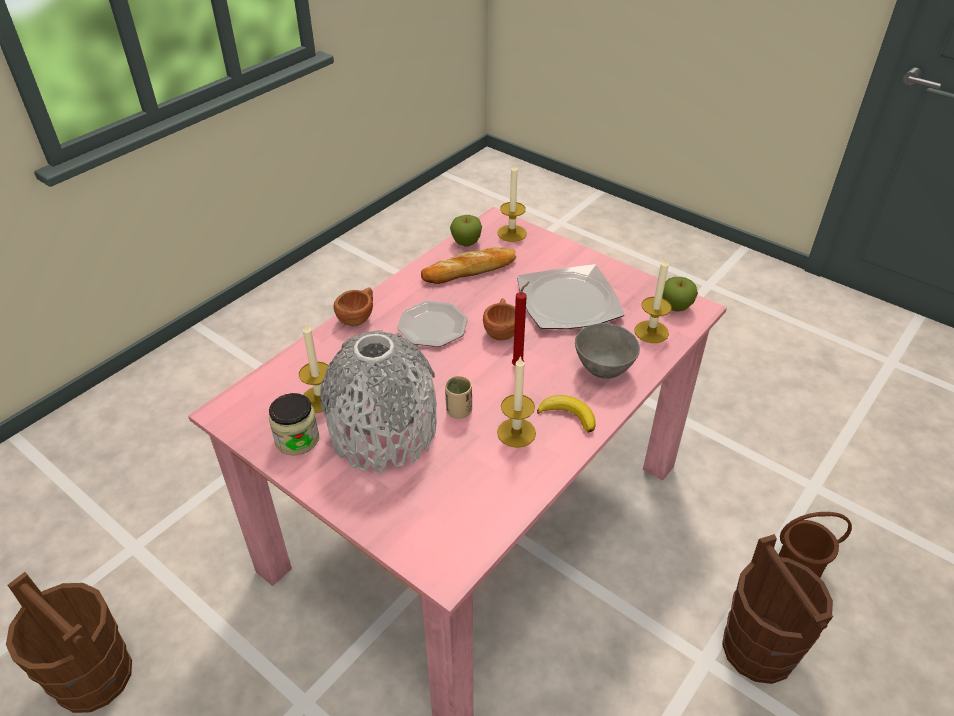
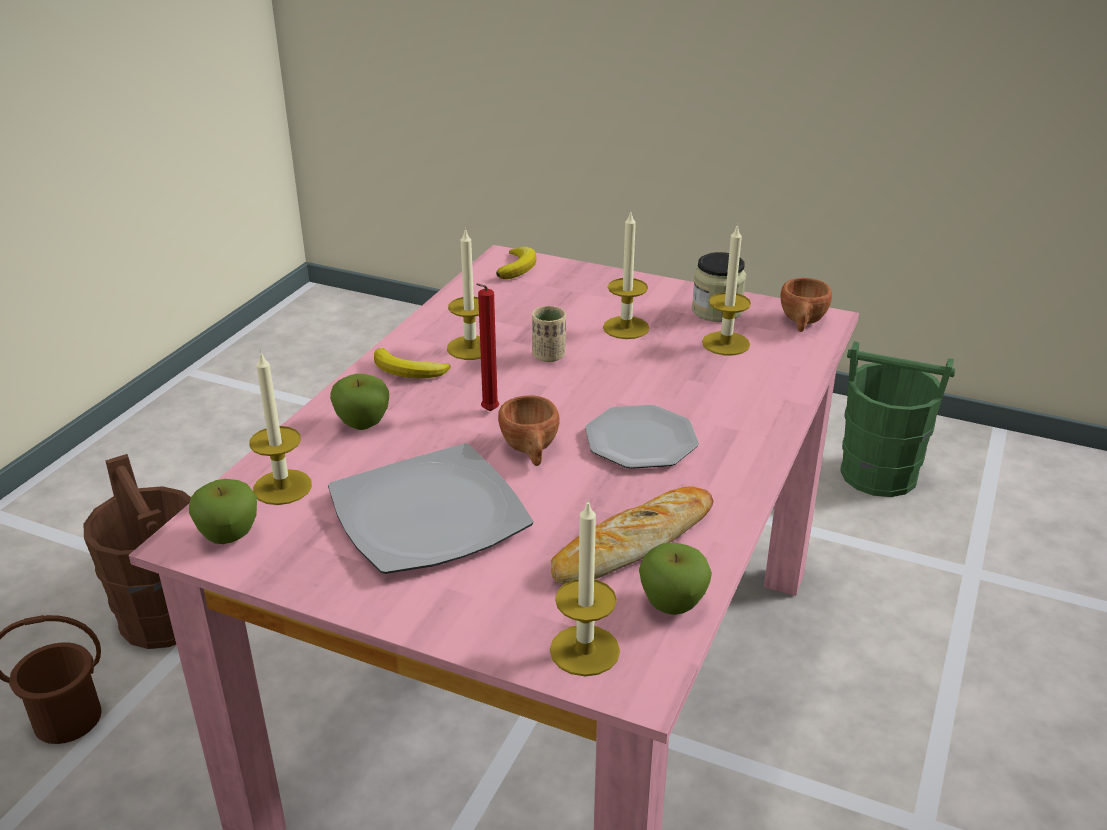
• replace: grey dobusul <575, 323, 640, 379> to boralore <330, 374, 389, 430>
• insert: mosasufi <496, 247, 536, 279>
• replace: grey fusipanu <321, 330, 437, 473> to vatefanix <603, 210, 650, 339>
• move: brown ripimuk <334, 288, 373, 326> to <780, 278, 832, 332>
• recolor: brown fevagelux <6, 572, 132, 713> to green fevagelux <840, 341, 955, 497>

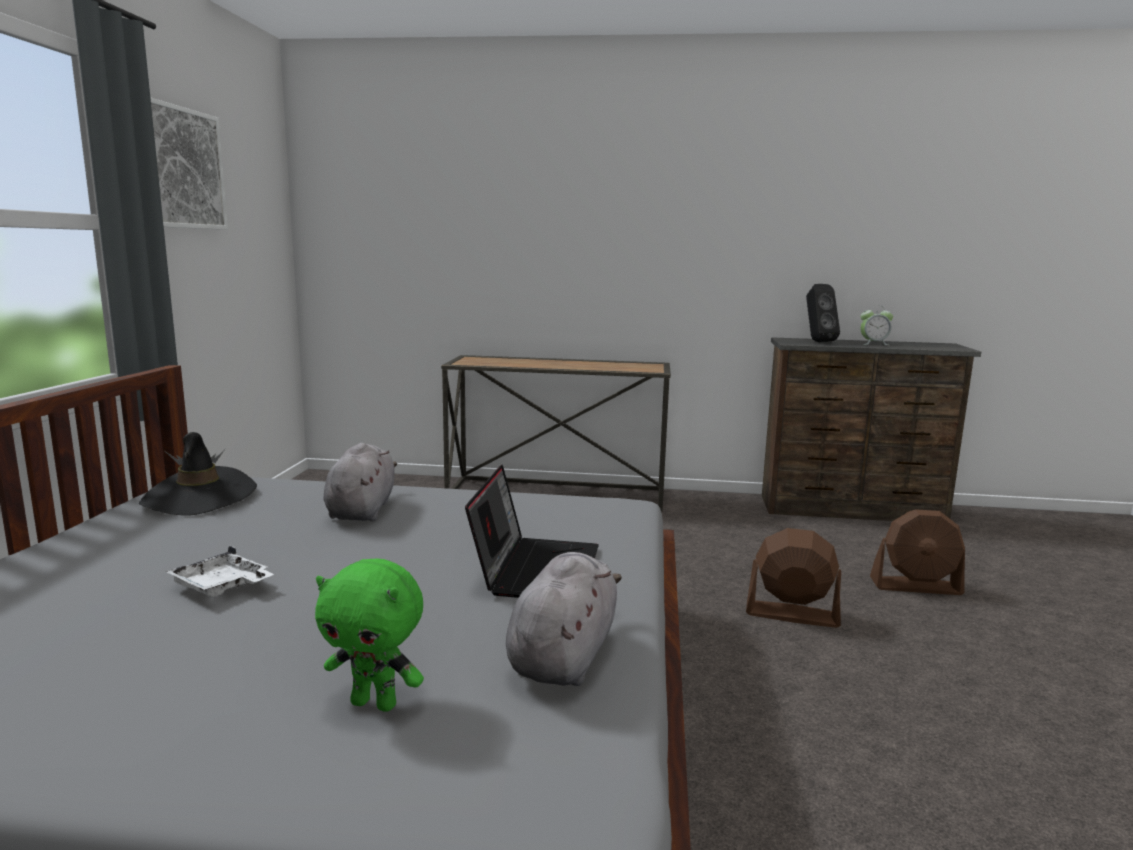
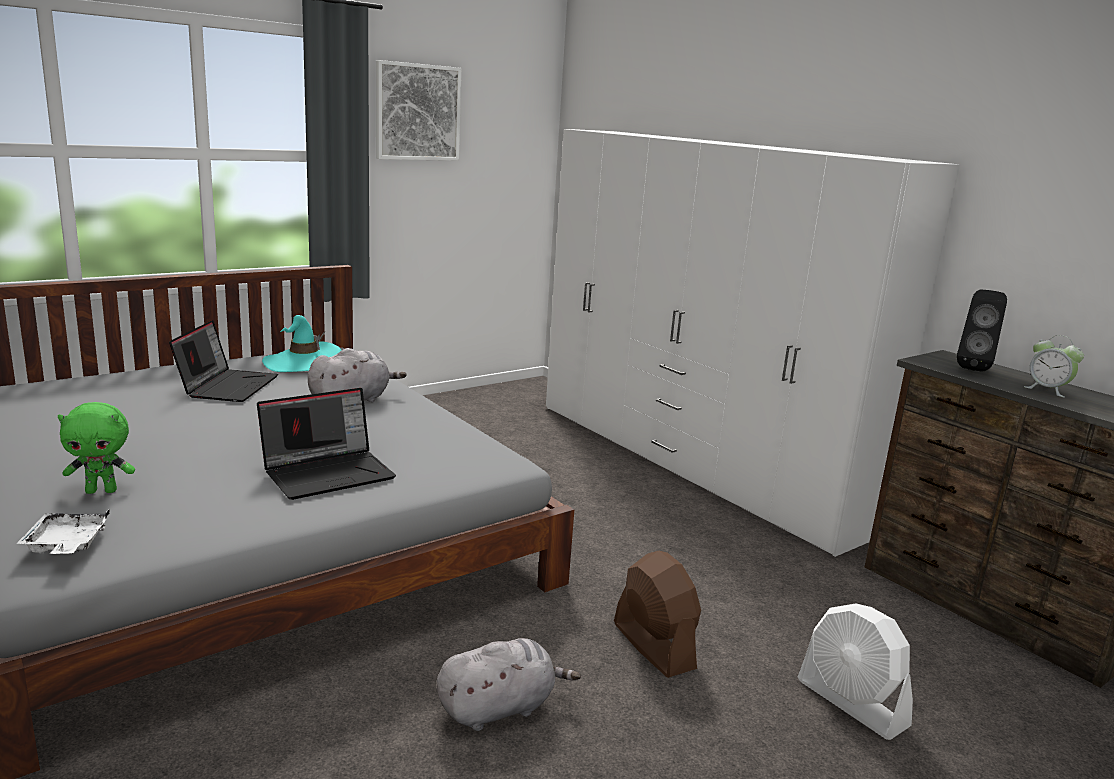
• move: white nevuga <166, 546, 274, 598> to <16, 509, 110, 554>
• rotate: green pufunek <315, 559, 424, 712> = <58, 402, 135, 494> 75 degrees counterclockwise
• insert: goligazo <169, 320, 278, 402>
• recolor: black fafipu <139, 432, 257, 516> to turquoise fafipu <262, 315, 342, 372>
• move: grey pufunek <506, 552, 622, 686> to <437, 638, 581, 731>
• replace: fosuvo <441, 355, 671, 512> to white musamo <546, 129, 960, 557>
• recolor: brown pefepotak <870, 509, 965, 595> to white pefepotak <798, 603, 913, 740>

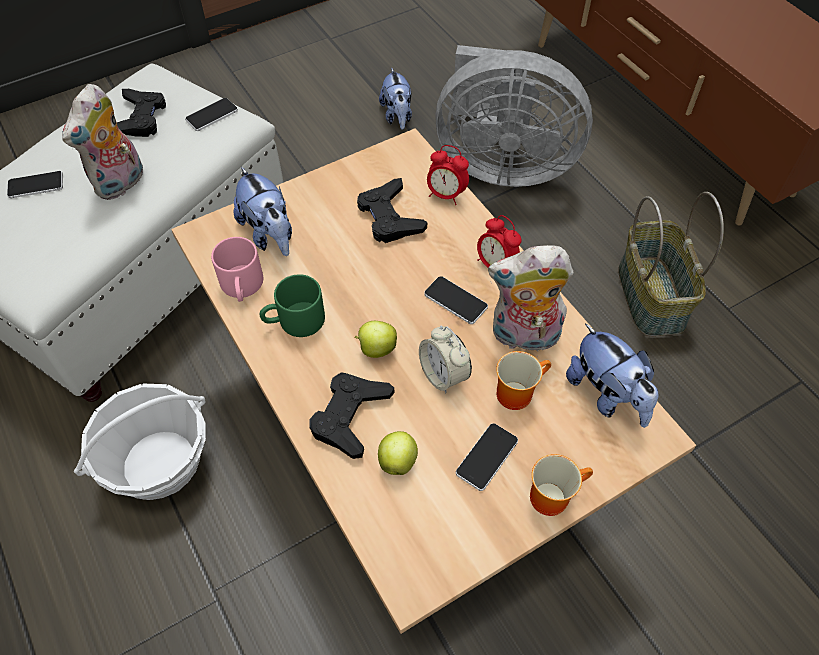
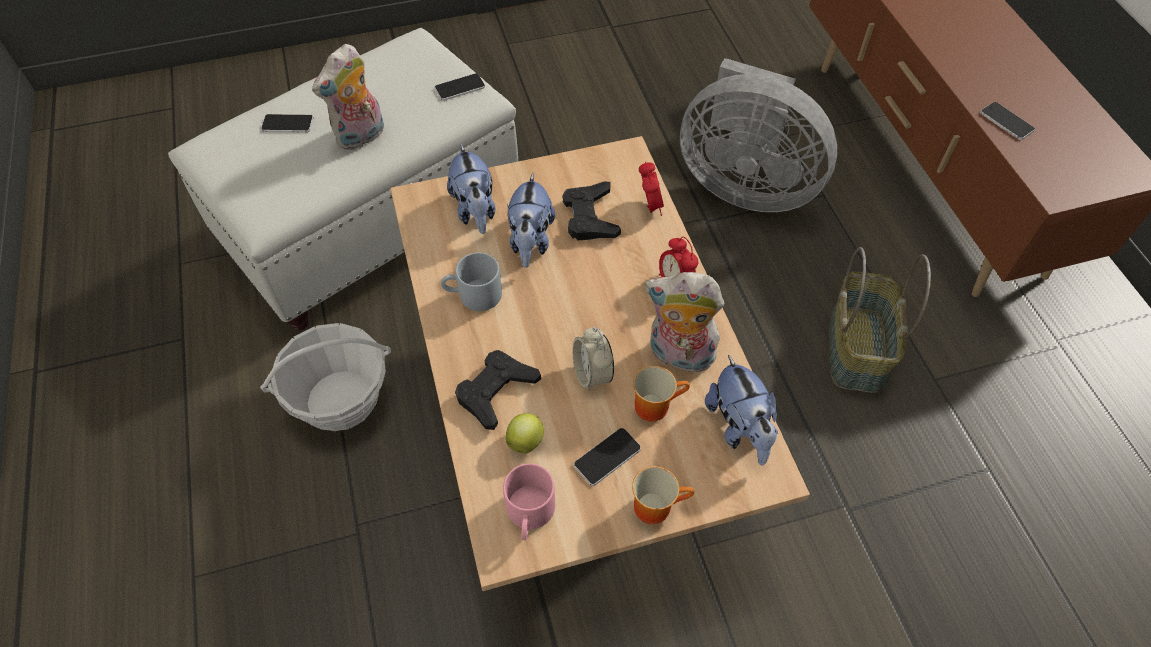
• recolor: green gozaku <260, 274, 325, 337> to grey gozaku <441, 252, 502, 311>
• move: pink gozaku <211, 237, 263, 302> to <503, 463, 555, 540>
• move: pufunek <379, 68, 412, 130> to <508, 173, 555, 268>
• rotate: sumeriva <427, 145, 469, 205> = <639, 162, 664, 216> 135 degrees counterclockwise
• move: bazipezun <424, 276, 488, 324> to <980, 102, 1035, 140>
• delete: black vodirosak <117, 89, 166, 137>
• delete: boralore <354, 321, 397, 358>

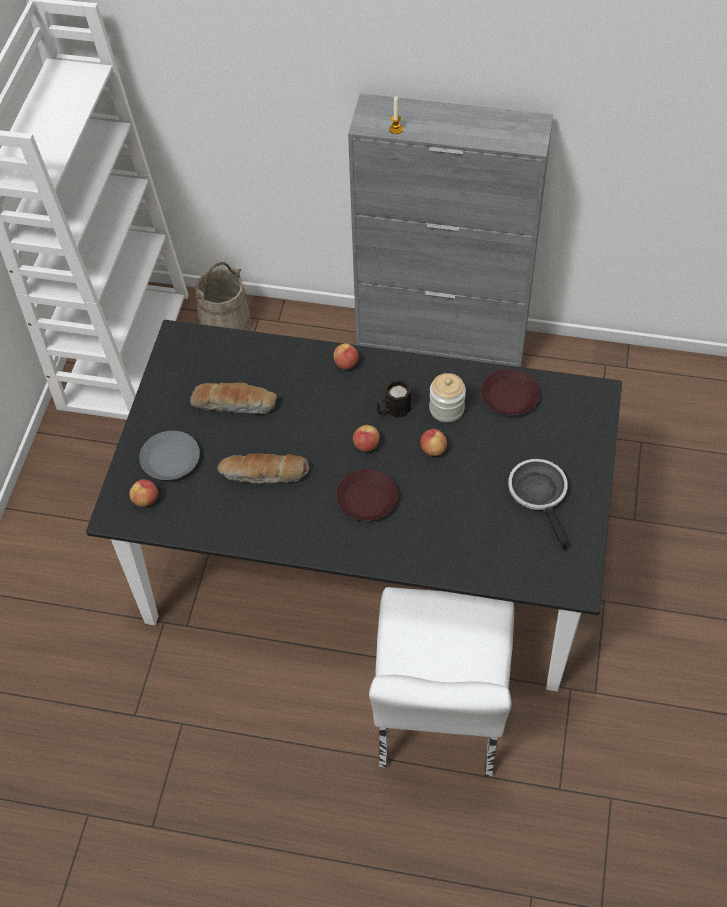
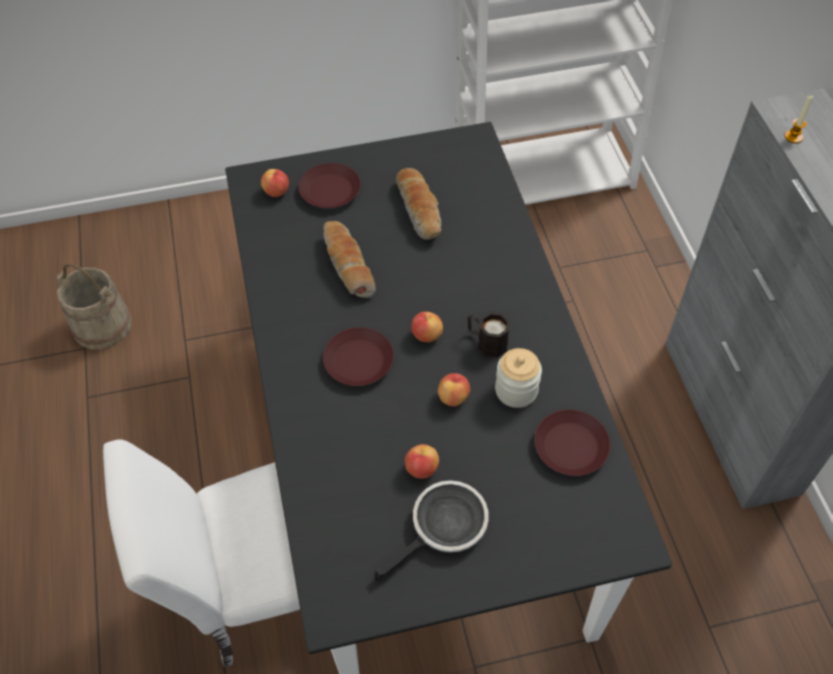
• move: beige fevagelux <195, 262, 251, 331> to <56, 263, 132, 350>
• recolor: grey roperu <139, 431, 200, 480> to brown roperu <299, 163, 361, 208>
• move: boralore <333, 343, 359, 369> to <405, 444, 439, 479>

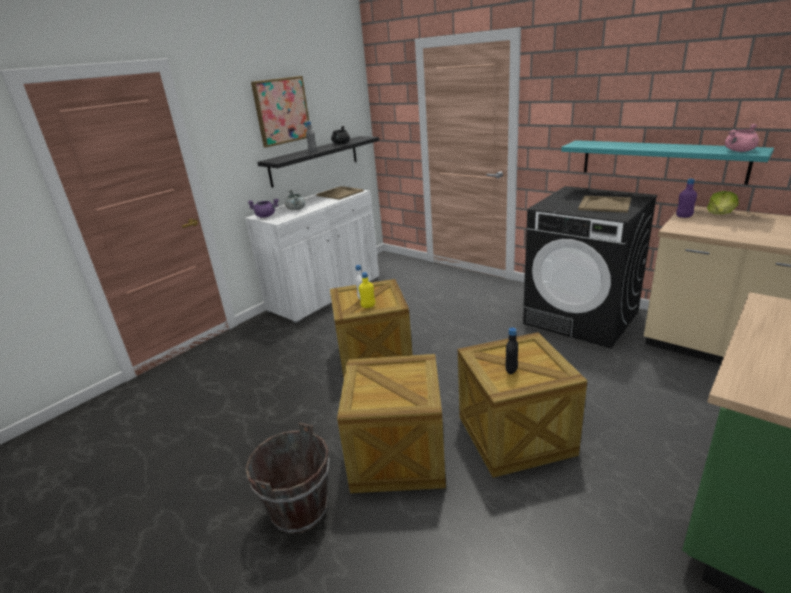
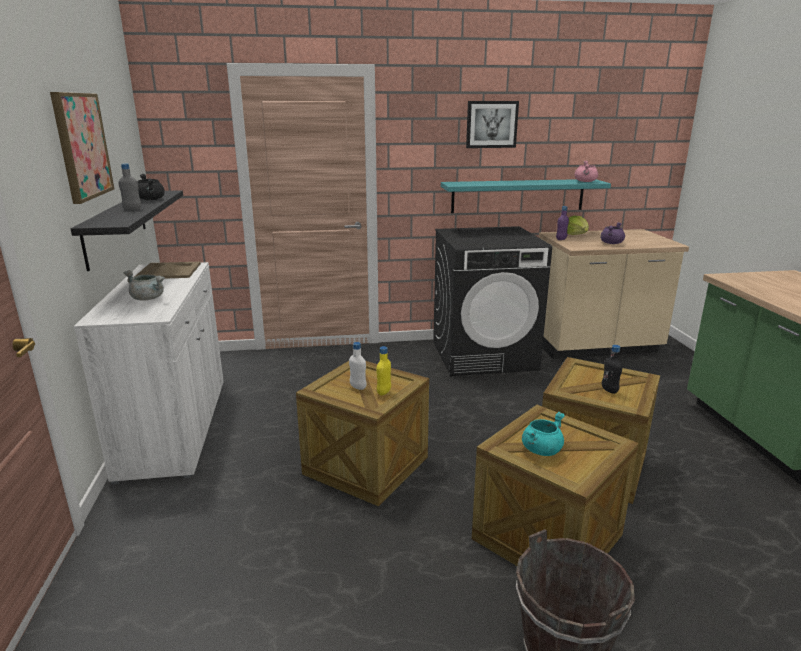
• insert: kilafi <466, 101, 519, 148>
• insert: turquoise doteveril <522, 412, 565, 456>
• move: purple doteveril <248, 199, 279, 218> to <600, 222, 625, 244>
• delete: beige nevuga <578, 196, 631, 213>

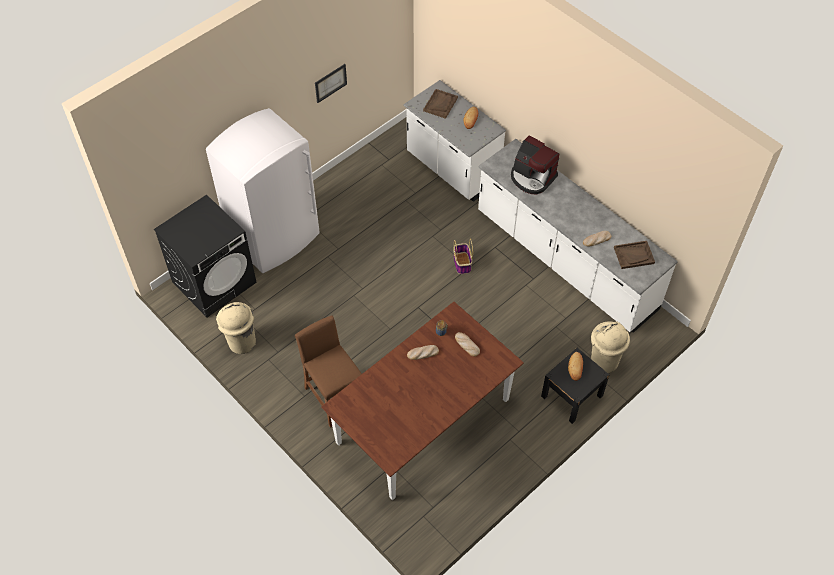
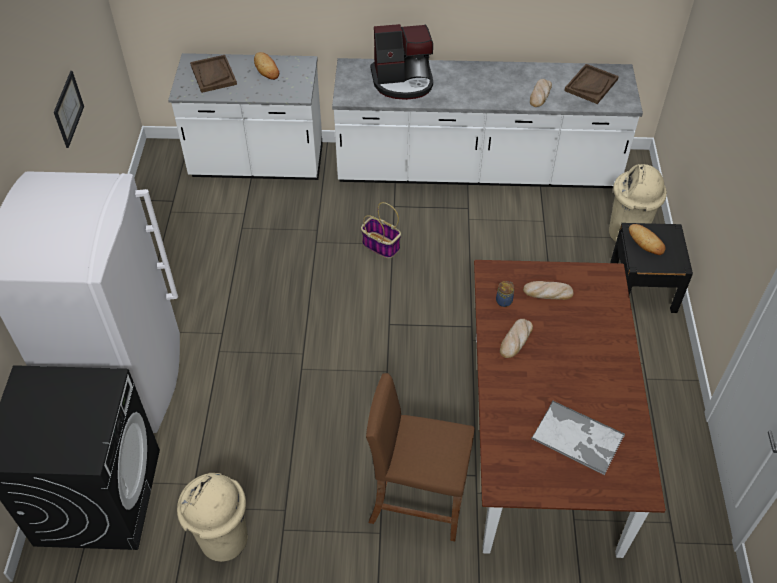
• insert: nevuga <531, 400, 625, 475>

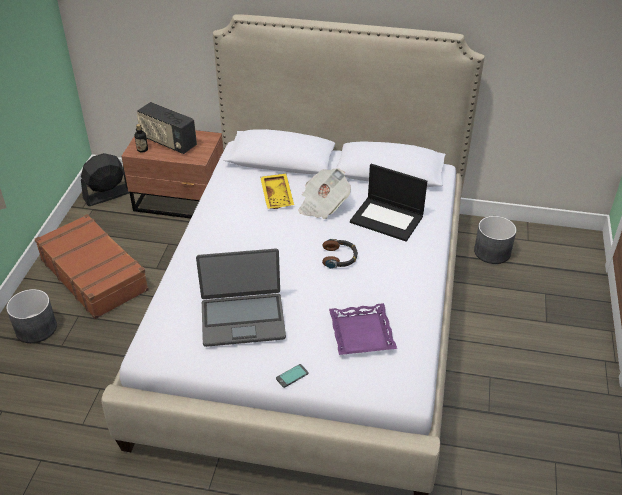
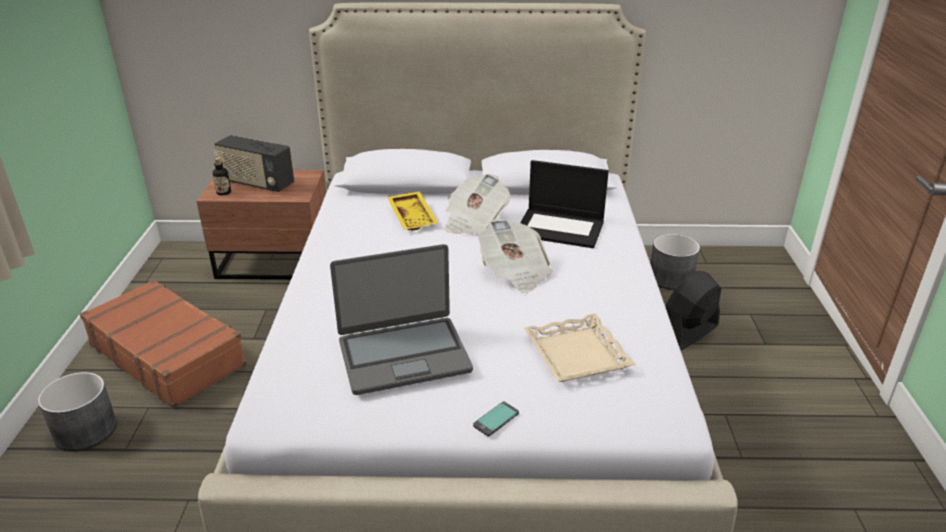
• replace: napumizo <322, 239, 358, 269> to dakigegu <478, 218, 553, 293>
• recolor: purple nevuga <329, 303, 397, 355> to beige nevuga <524, 314, 635, 382>
• move: black pefepotak <81, 153, 129, 206> to <666, 271, 721, 351>

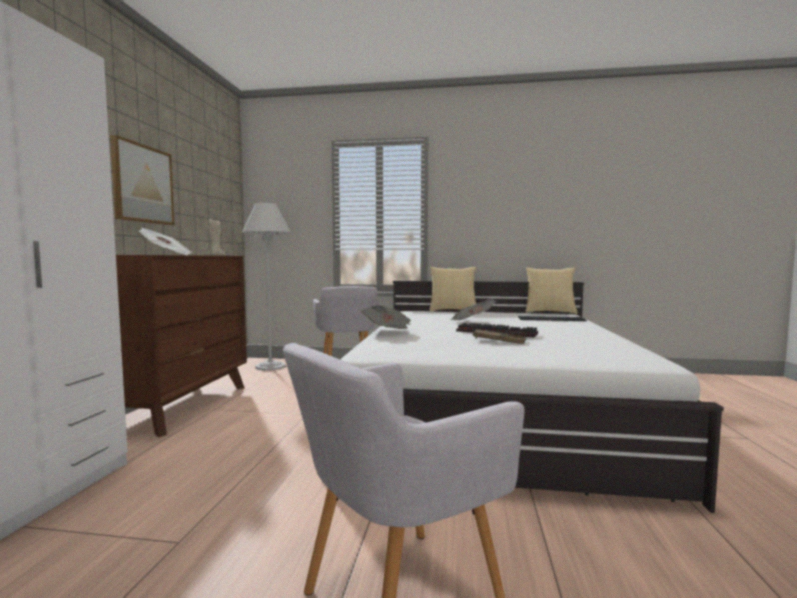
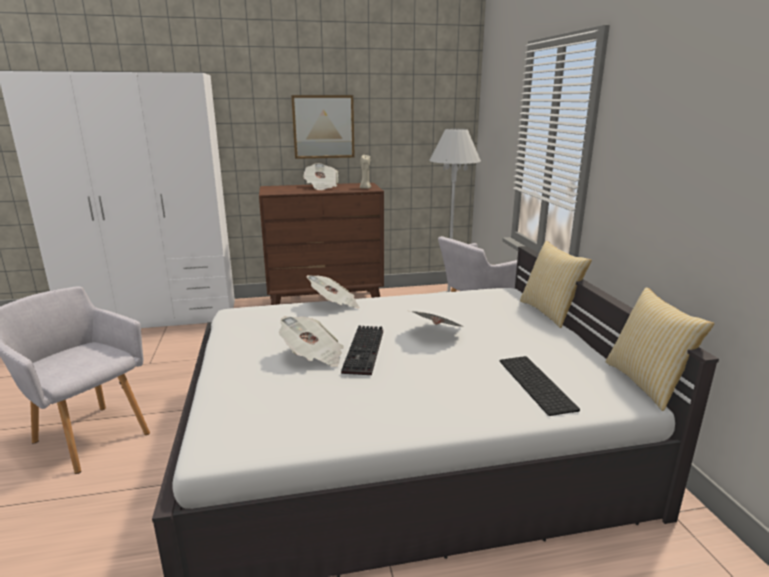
• replace: brown nevuga <473, 329, 526, 344> to dakigegu <279, 316, 343, 367>

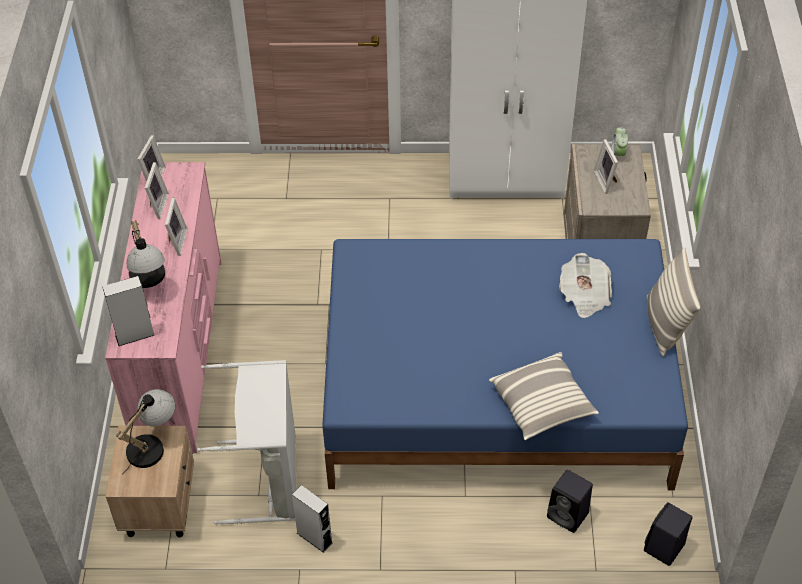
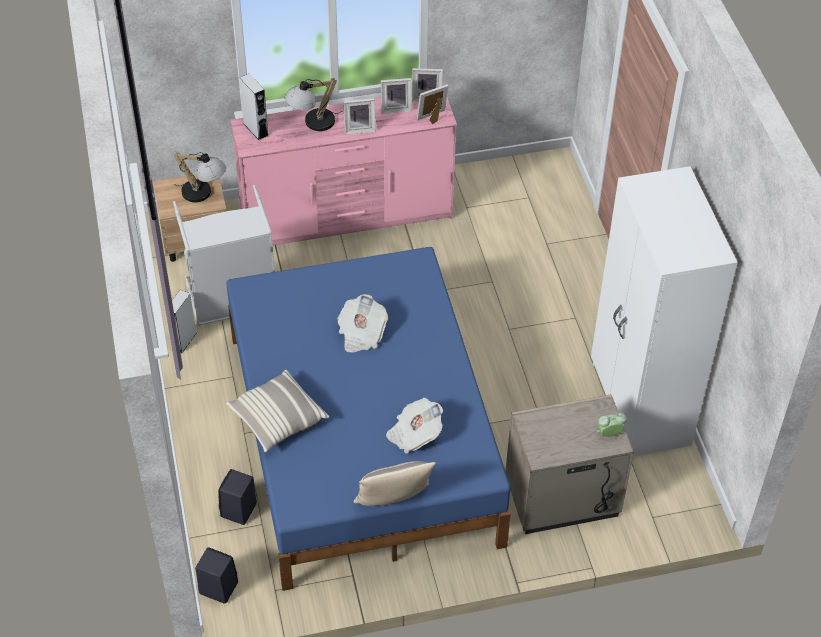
• insert: dakigegu <337, 294, 388, 352>
• move: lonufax <594, 139, 618, 194> to <417, 84, 448, 124>

